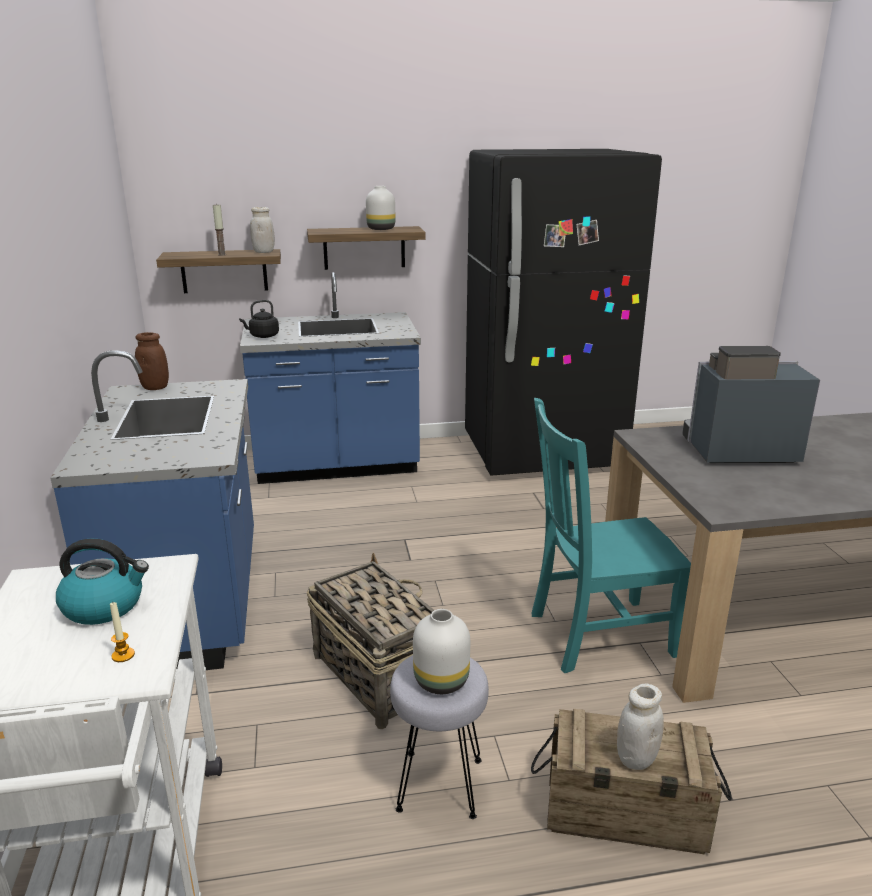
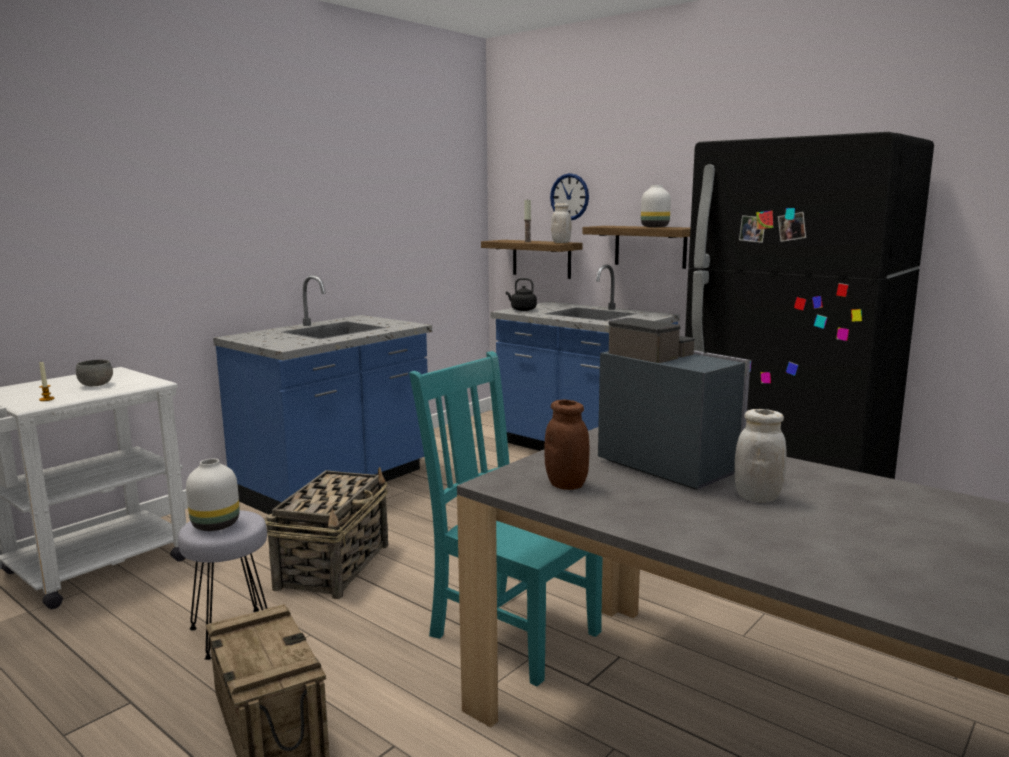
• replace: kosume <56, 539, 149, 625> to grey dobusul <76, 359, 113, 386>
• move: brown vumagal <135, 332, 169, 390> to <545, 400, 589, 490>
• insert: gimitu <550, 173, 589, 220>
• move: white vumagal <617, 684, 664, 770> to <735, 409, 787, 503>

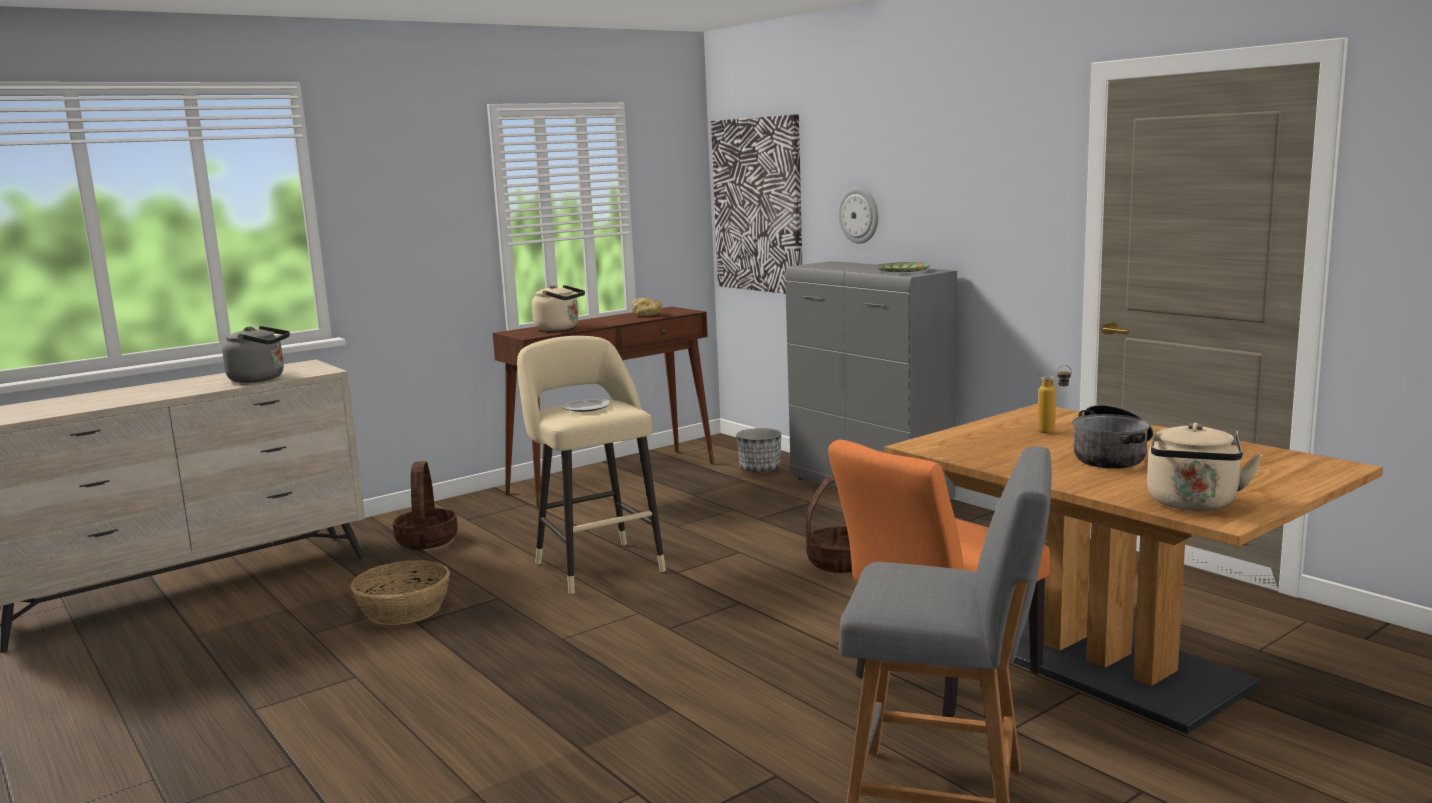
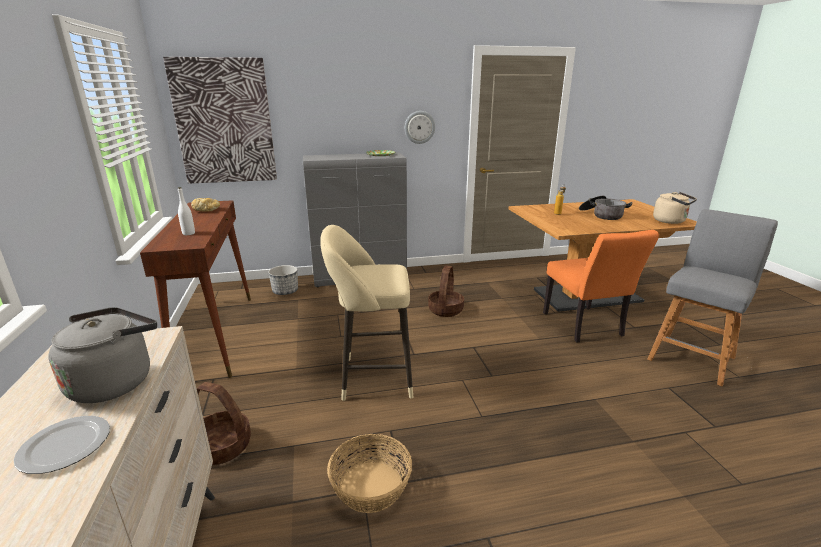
• move: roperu <562, 399, 610, 412> to <13, 416, 110, 474>
• replace: beige kosume <532, 285, 585, 331> to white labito <178, 187, 195, 235>
• move: gimitu <838, 187, 878, 244> to <405, 111, 435, 144>

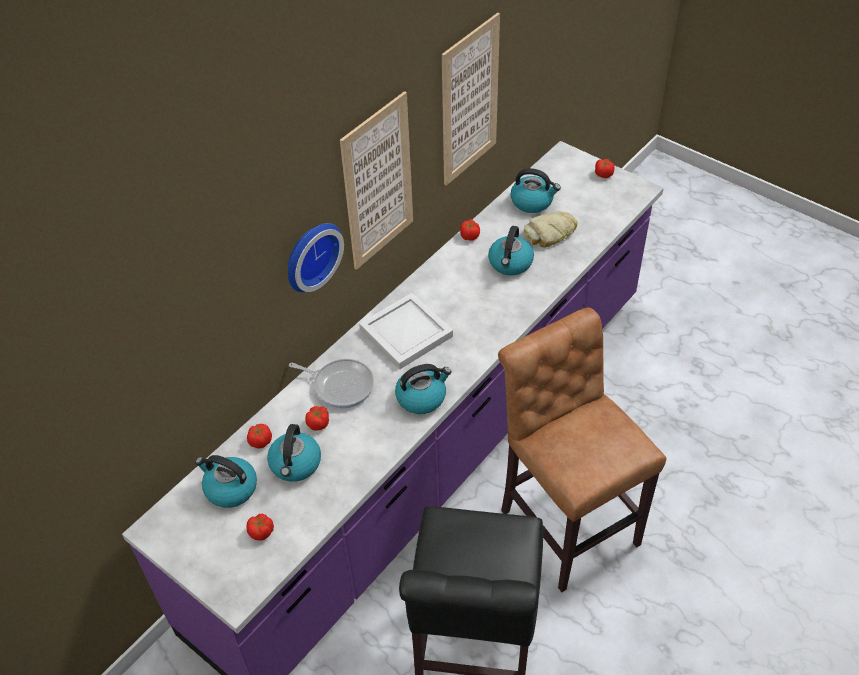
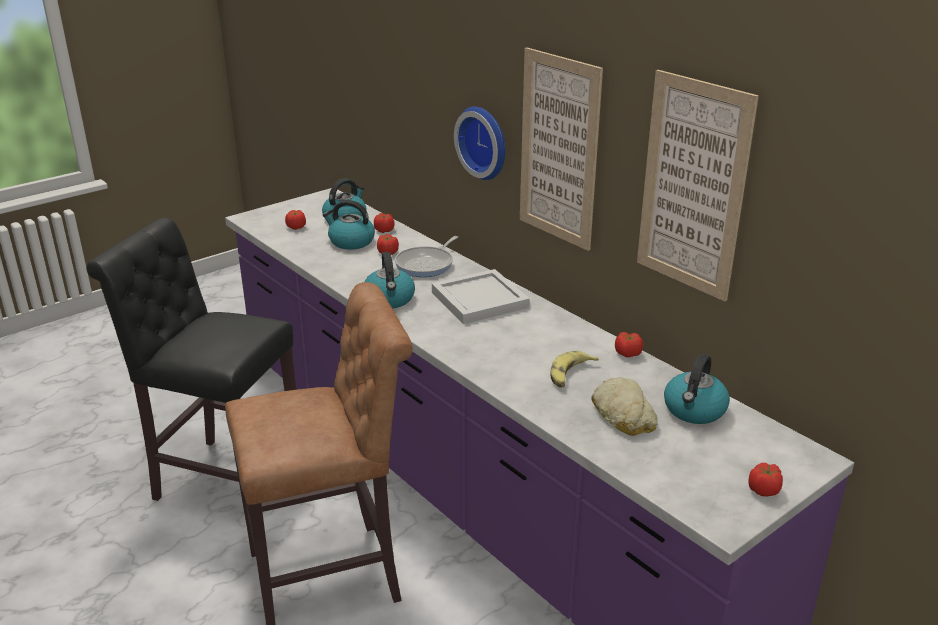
• replace: kosume <488, 226, 534, 276> to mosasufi <550, 351, 599, 388>

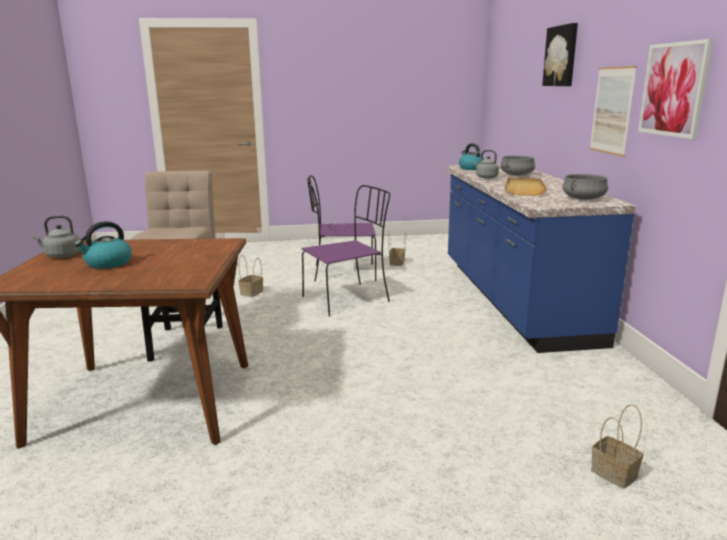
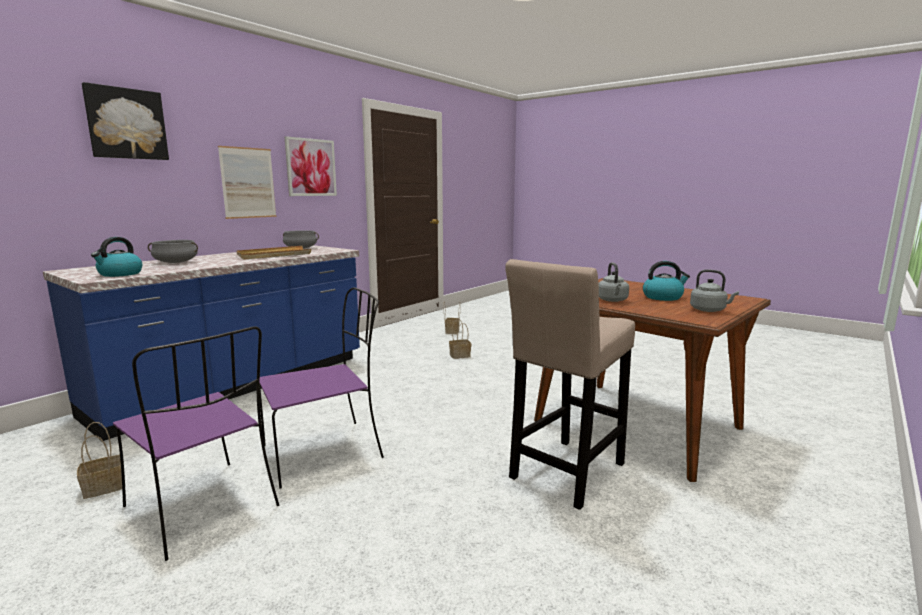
• rotate: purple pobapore <301, 185, 390, 317> = <259, 287, 384, 489> 135 degrees clockwise
• move: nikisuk <238, 255, 263, 297> to <449, 318, 471, 359>
• move: grey kosume <474, 150, 499, 179> to <599, 262, 629, 302>

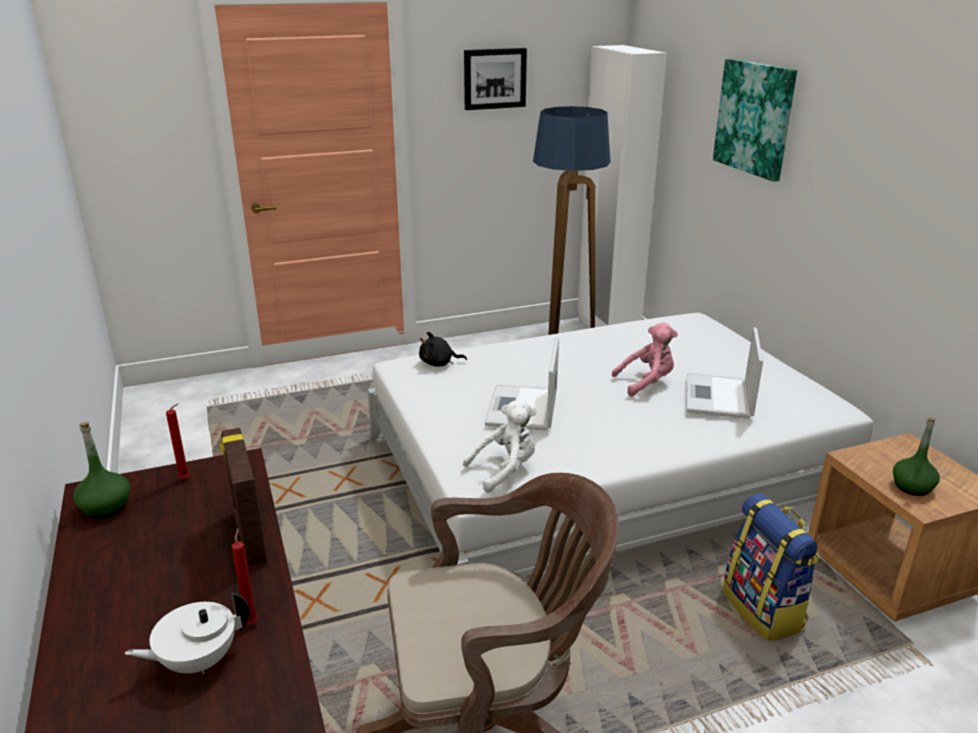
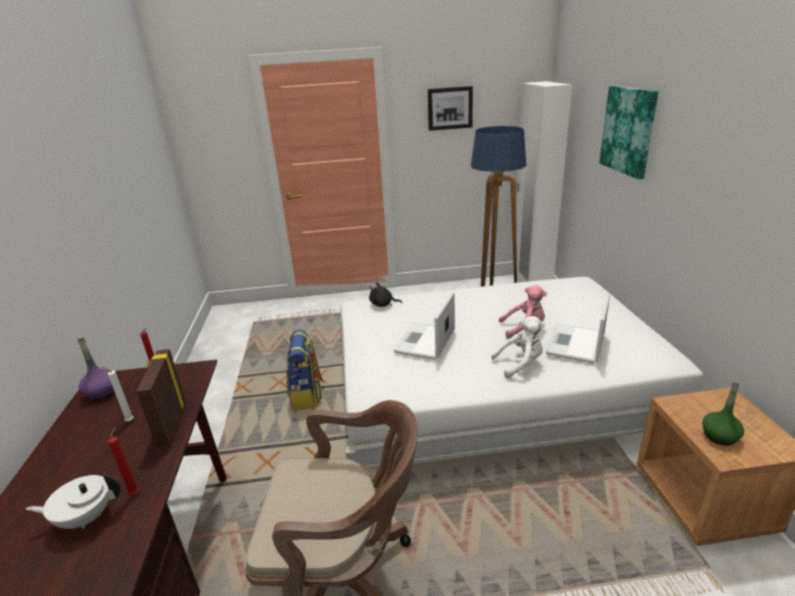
• recolor: green labito <73, 422, 130, 519> to purple labito <77, 337, 114, 401>
• insert: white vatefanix <102, 367, 133, 421>
• move: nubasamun <722, 494, 820, 641> to <286, 329, 323, 410>
• move: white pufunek <463, 399, 536, 493> to <491, 316, 545, 378>

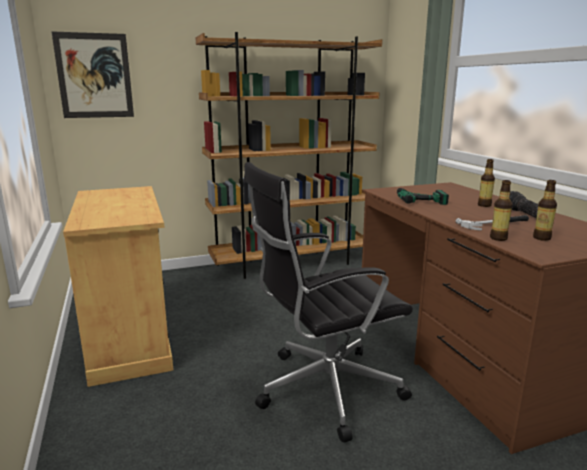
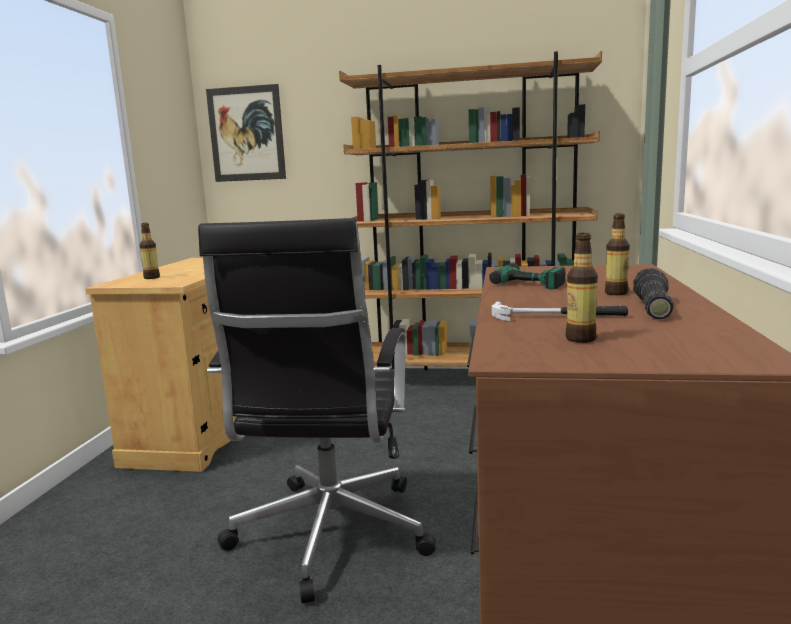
• move: labito <490, 180, 512, 241> to <140, 223, 160, 279>
• rotate: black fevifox <244, 162, 413, 443> = <198, 218, 436, 603> 90 degrees counterclockwise

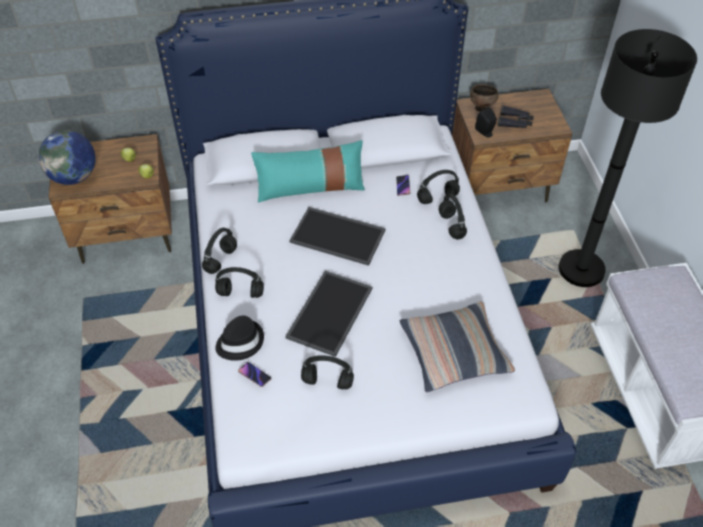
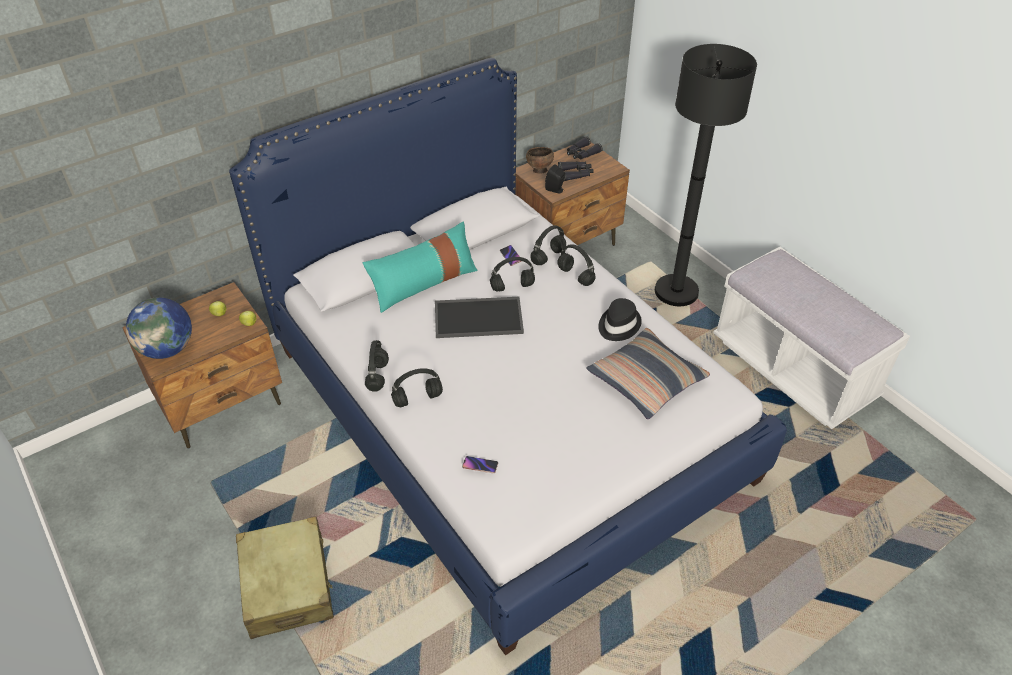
• insert: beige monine <236, 517, 334, 639>
• move: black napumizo <301, 355, 354, 389> to <490, 257, 535, 292>
• insert: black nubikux <567, 136, 603, 159>
• move: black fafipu <215, 316, 264, 361> to <598, 298, 642, 341>
• delete: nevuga <285, 271, 372, 357>

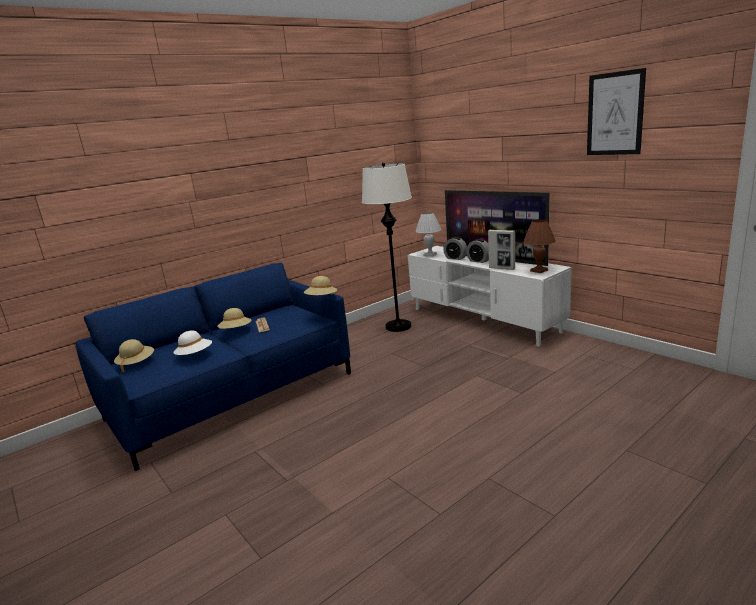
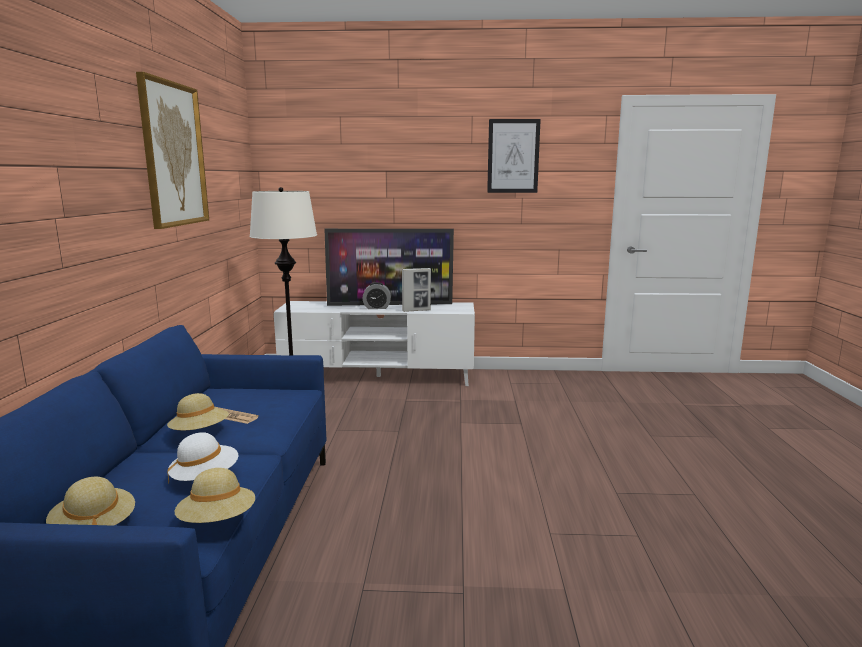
• insert: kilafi <136, 72, 209, 229>
• move: beige fafipu <304, 276, 337, 295> to <175, 468, 255, 523>
• delete: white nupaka <416, 212, 442, 257>
• delete: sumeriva <443, 237, 467, 260>
• delete: brown nupaka <523, 219, 556, 273>

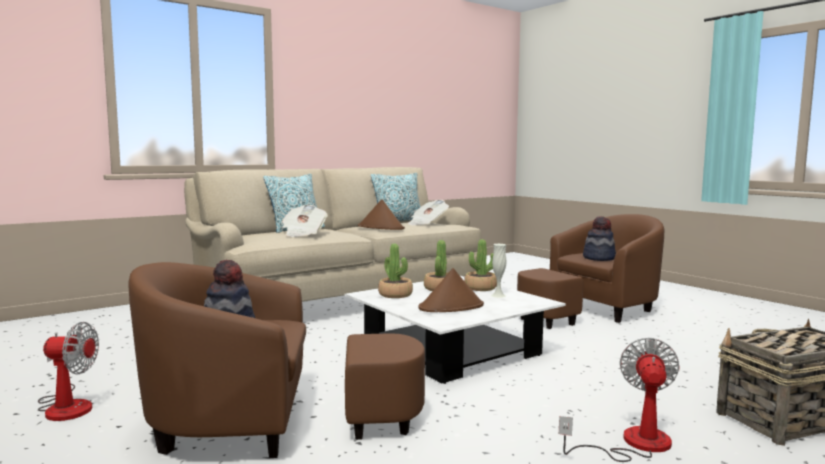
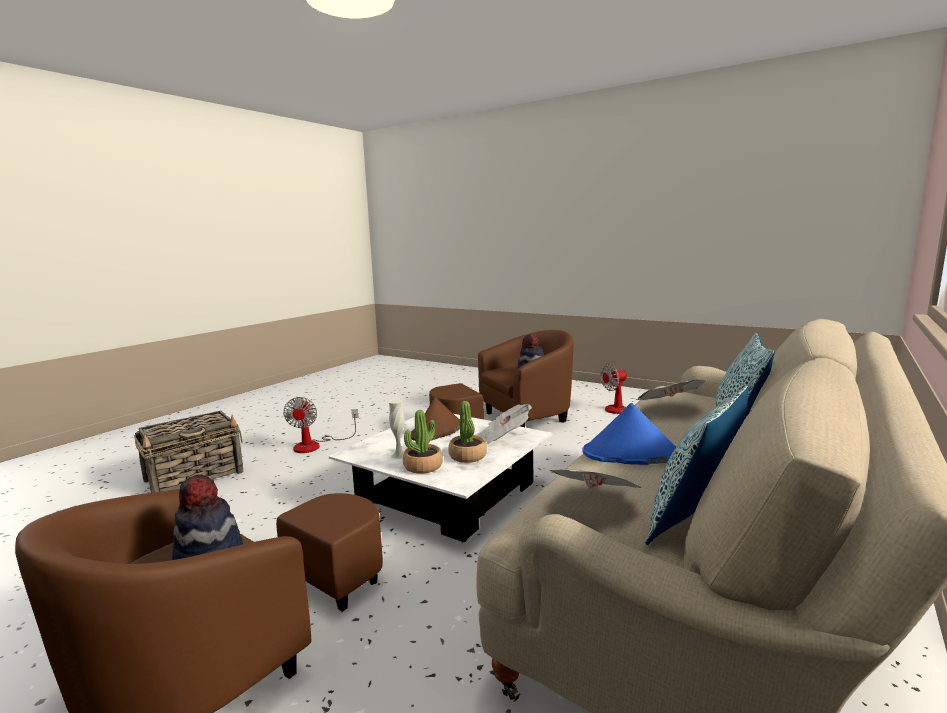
• replace: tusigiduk <378, 244, 413, 298> to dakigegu <475, 404, 532, 444>
• recolor: brown fafipu <358, 199, 405, 230> to blue fafipu <582, 403, 677, 465>

